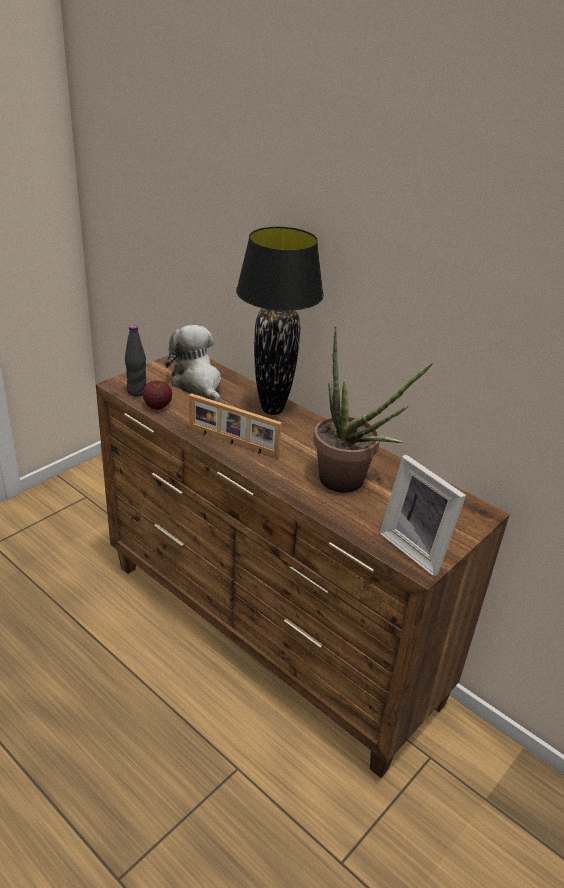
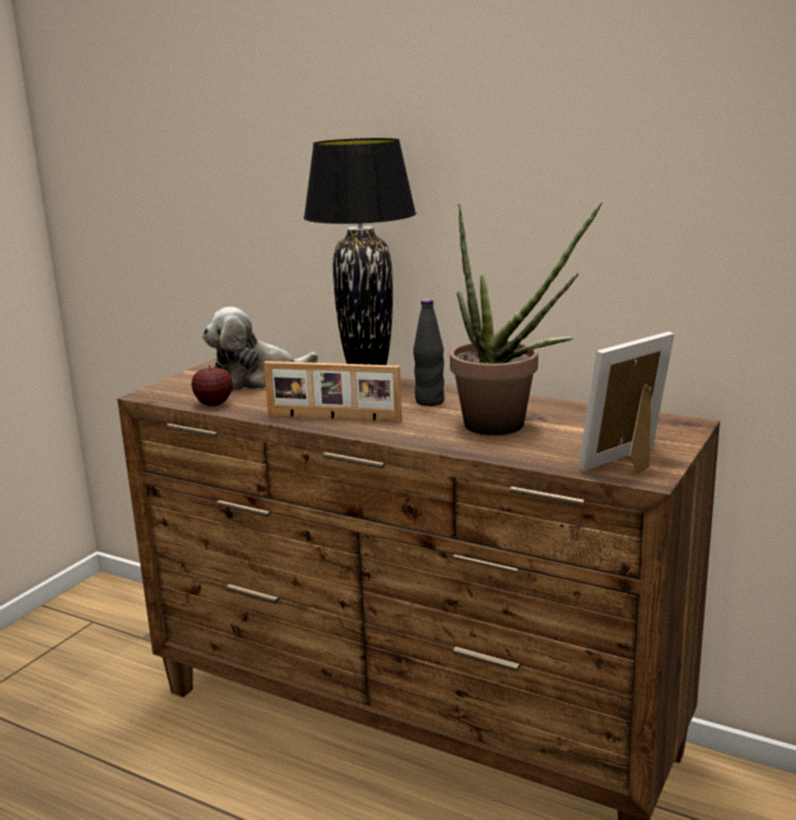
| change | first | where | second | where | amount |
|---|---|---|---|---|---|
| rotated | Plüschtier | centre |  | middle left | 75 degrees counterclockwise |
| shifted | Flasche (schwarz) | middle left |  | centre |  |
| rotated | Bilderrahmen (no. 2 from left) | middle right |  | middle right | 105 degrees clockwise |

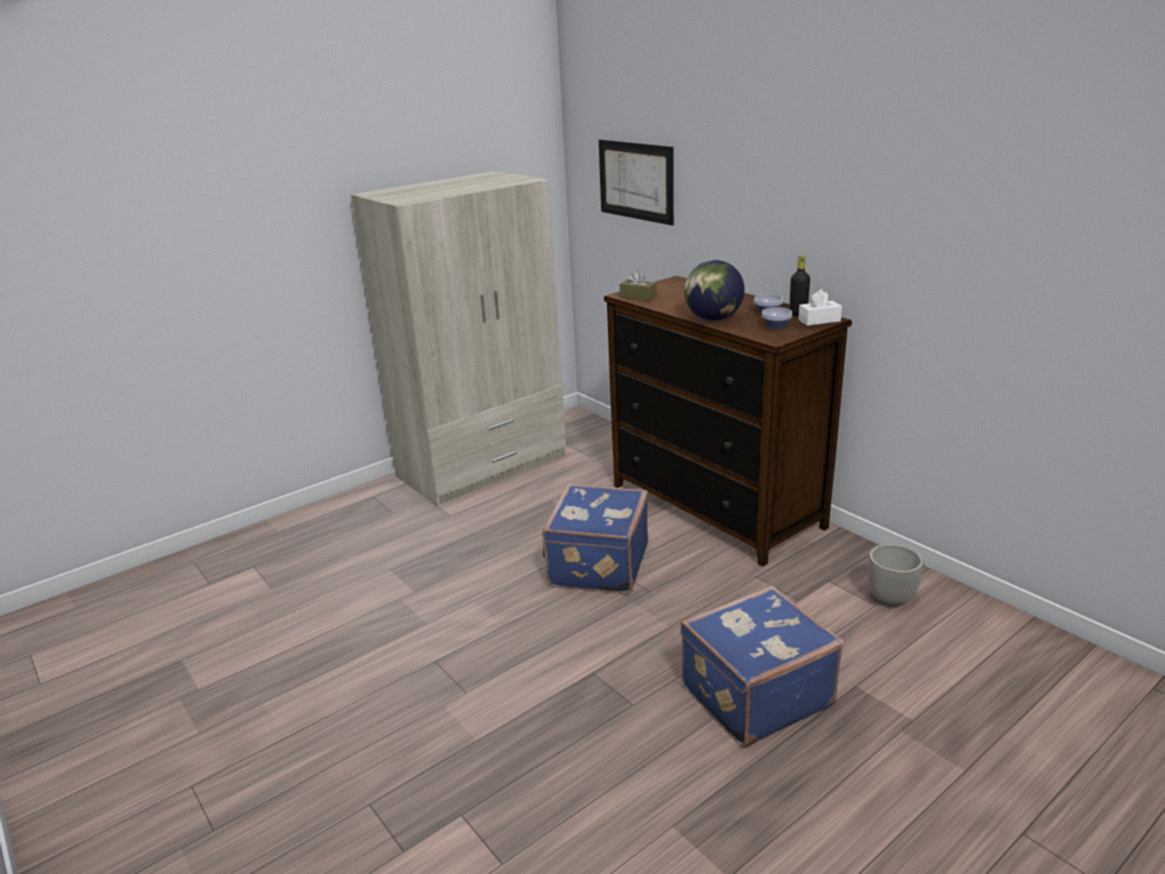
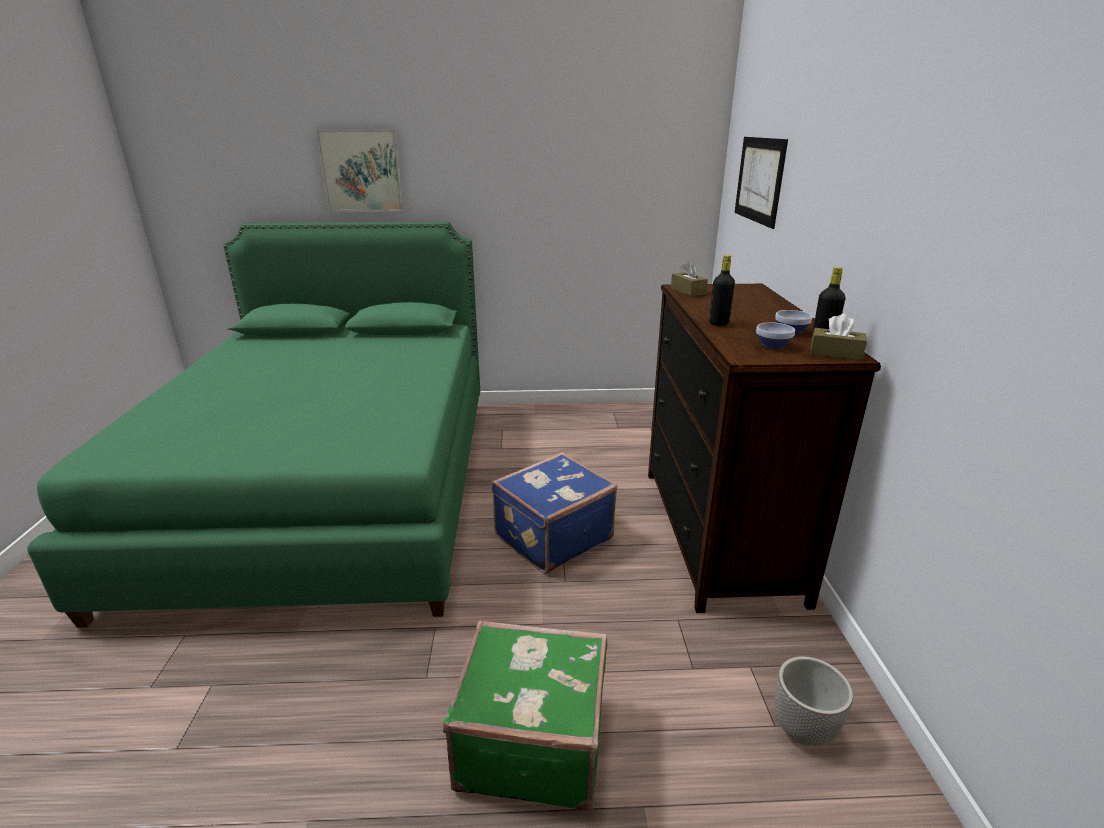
| change | first | where | second | where | amount |
|---|---|---|---|---|---|
| new |  |  | Bett (grün) | middle left |  |
| new |  |  | Bild (no. 1 from left) | top left |  |
| repainted | Koffer (blau) (no. 2 from left) | bottom centre | Koffer (grün) | bottom centre |  |
| swapped | Globus | top centre | Flasche (schwarz) (no. 1 from left) | centre |  |
| repainted | Taschentuchbox (weiß) | middle right | Taschentuchbox (braun) (no. 2 from left) | middle right |  |
| gone | Kleiderschrank (beige) | centre |  |  |  |

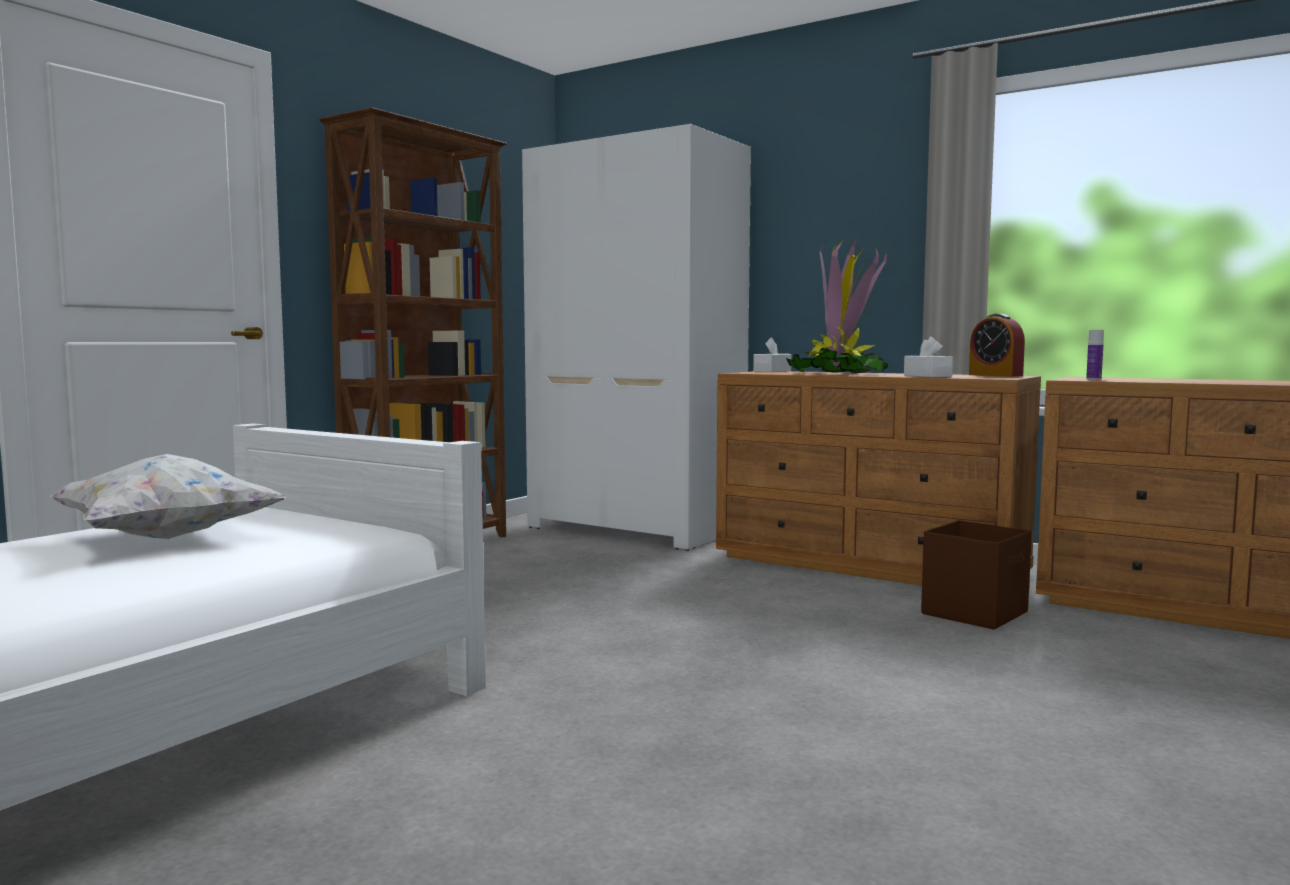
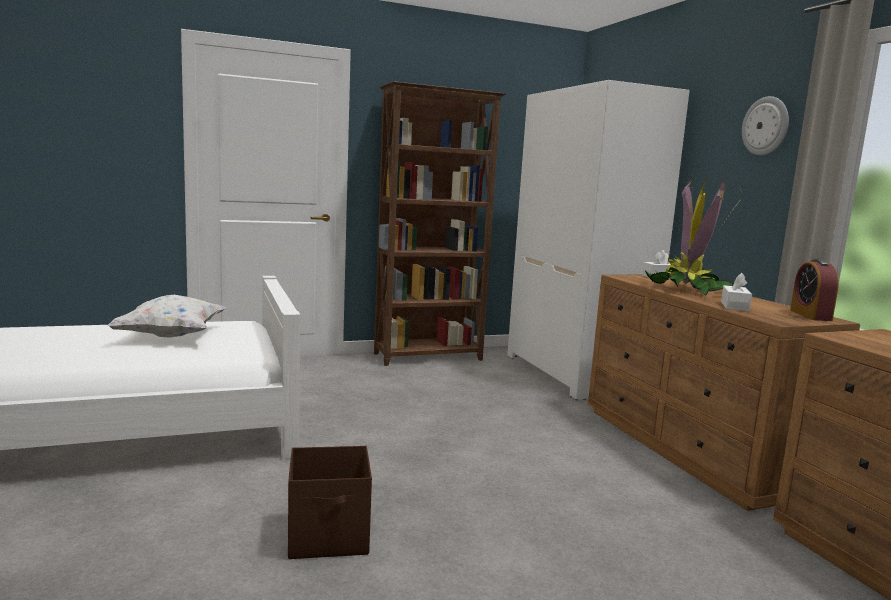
| change | first | where | second | where | amount |
|---|---|---|---|---|---|
| shifted | Aufbewahrungsbox (braun) | middle right |  | bottom centre |  |
| new |  |  | Wanduhr | top right |  |
| gone | Flasche | middle right |  |  |  |

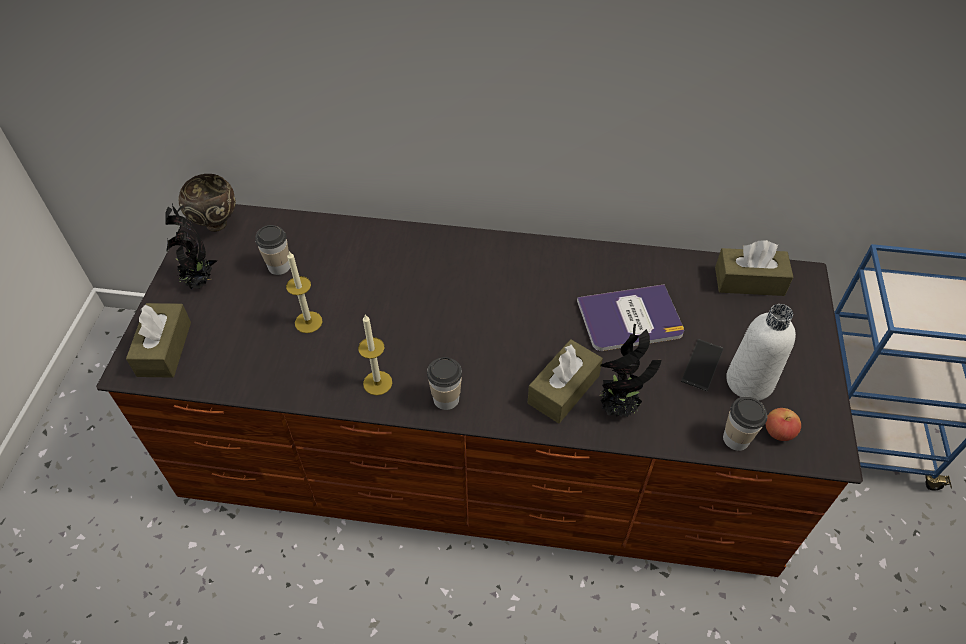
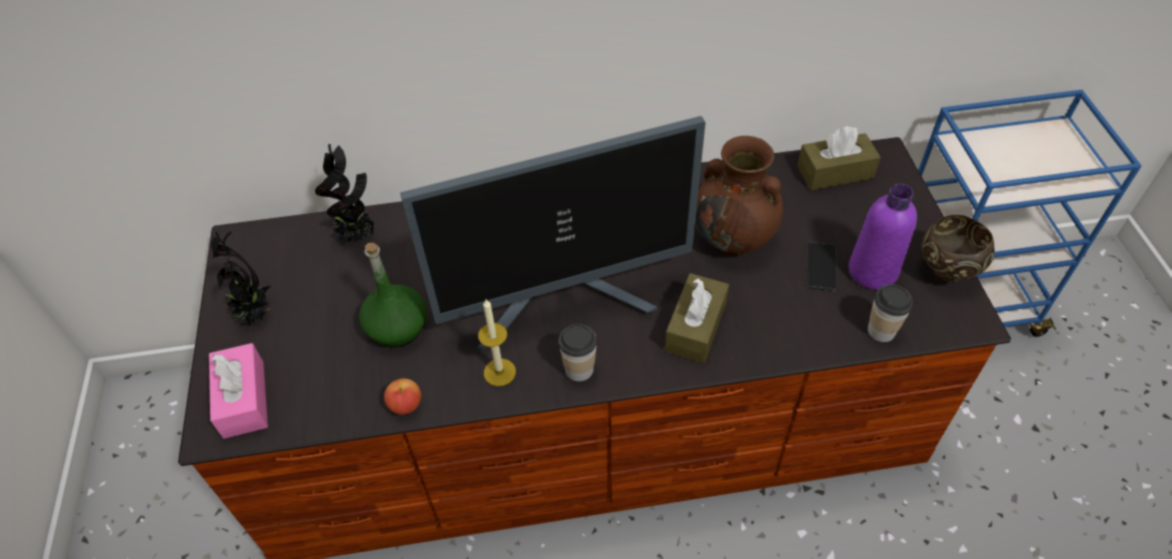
| change | first | where | second | where | amount |
|---|---|---|---|---|---|
| repainted | Taschentuchbox (braun) (no. 1 from left) | middle left | Taschentuchbox (rosa) | bottom left |  |
| shifted | Topfpflanze (no. 2 from left) | centre |  | middle left |  |
| swapped | Kerze (no. 1 from left) | middle left | Flasche (grün) | centre |  |
| shifted | Apfel | middle right |  | bottom centre |  |
| new |  |  | Monitor | centre |  |
| swapped | Buch | centre | Vase (braun) | centre |  |
| repainted | Flasche (weiß) | middle right | Flasche (lila) | middle right |  |
| shifted | Schüssel (braun) | top left |  | middle right |  |
| gone | Tasse (no. 1 from left) | middle left |  |  |  |

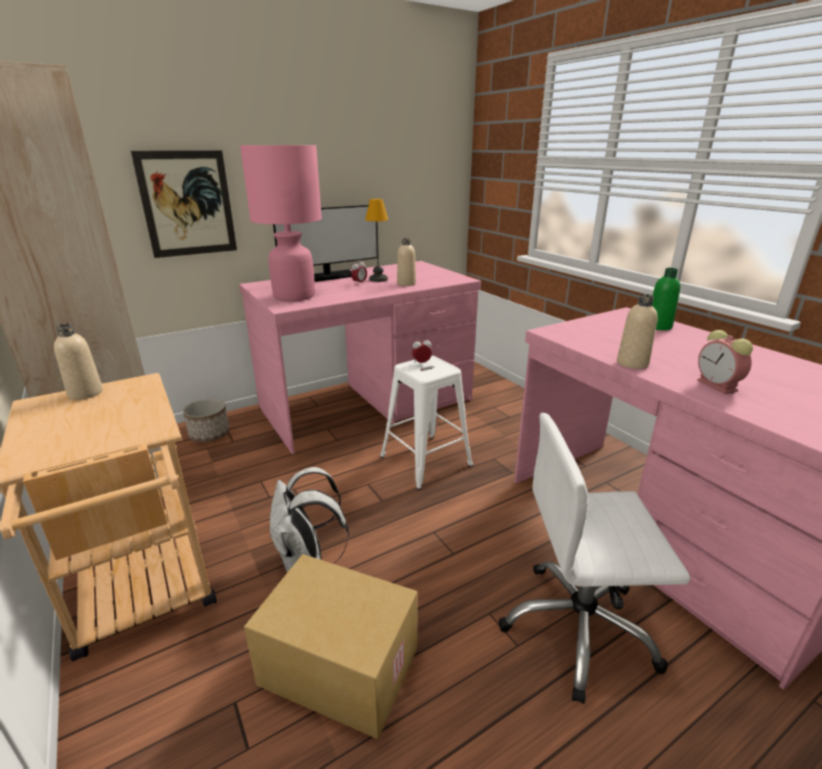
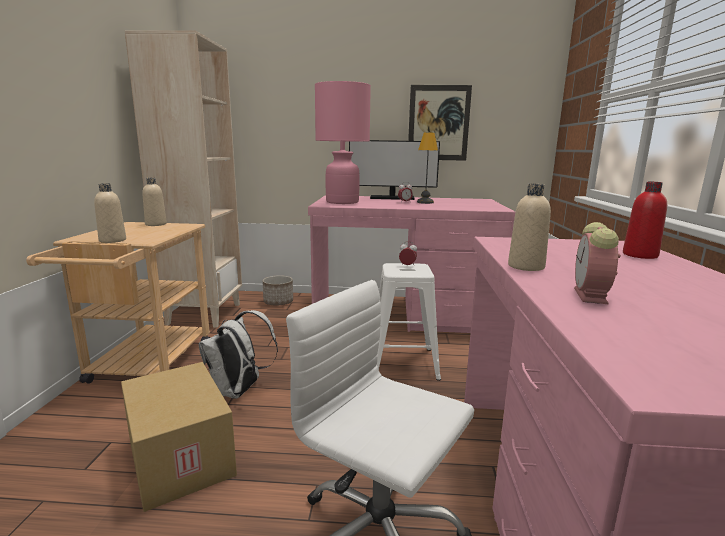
| change | first | where | second | where | amount |
|---|---|---|---|---|---|
| shifted | Flasche (beige) (no. 2 from left in the first image) | centre | Flasche (beige) (no. 1 from left) | middle left |  |
| shifted | Bild | top left |  | top centre |  |
| repainted | Flasche (grün) | middle right | Flasche (rot) | middle right |  |

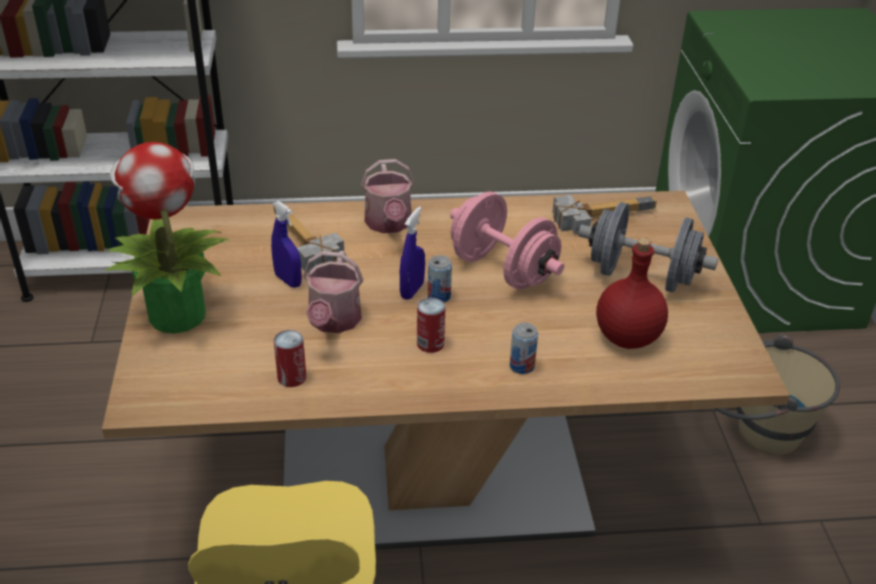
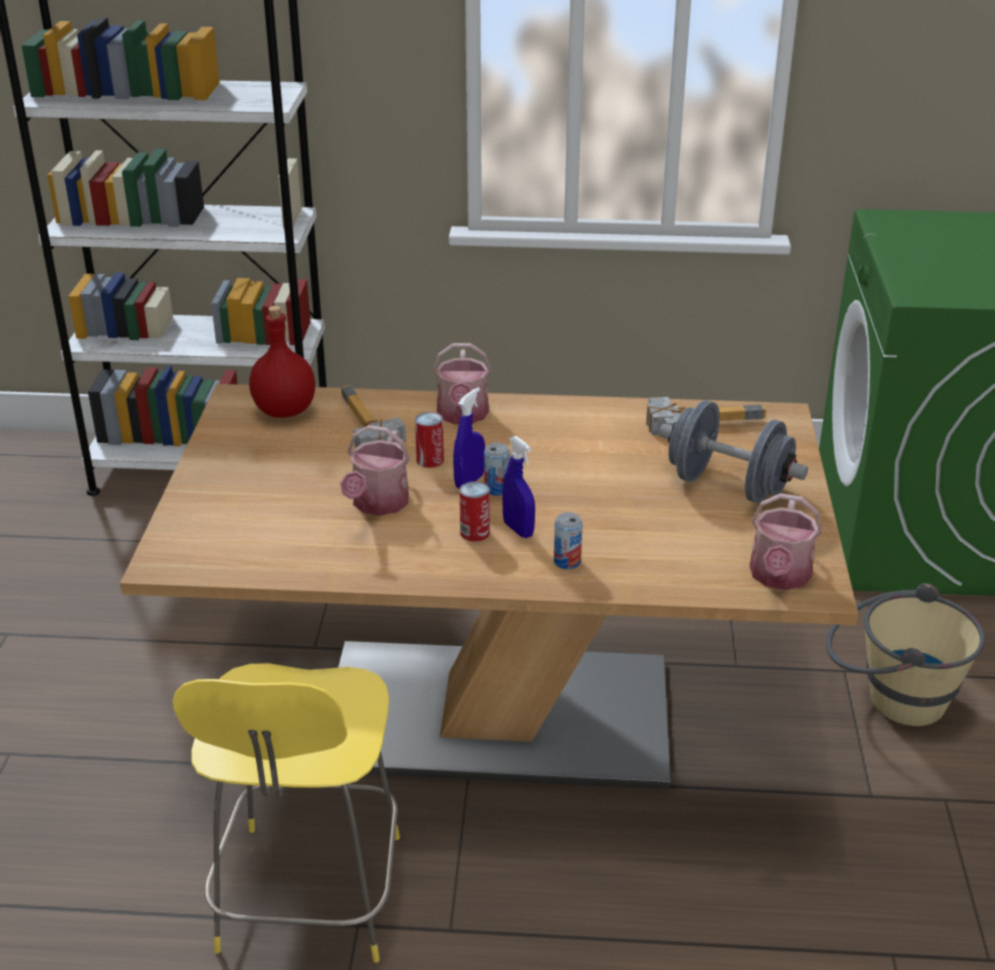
| change | first | where | second | where | amount |
|---|---|---|---|---|---|
| shifted | Flasche (rot) | middle right |  | middle left |  |
| shifted | Dose (no. 1 from left) | middle left |  | centre |  |
| shifted | Sprühflasche (blau) (no. 1 from left in the first image) | middle left | Sprühflasche (blau) (no. 2 from left) | centre |  |
| new |  |  | Gießkanne (no. 3 from left) | middle right |  |
| gone | Topfpflanze | middle left |  |  |  |
| gone | Hantel (rosa) | centre |  |  |  |

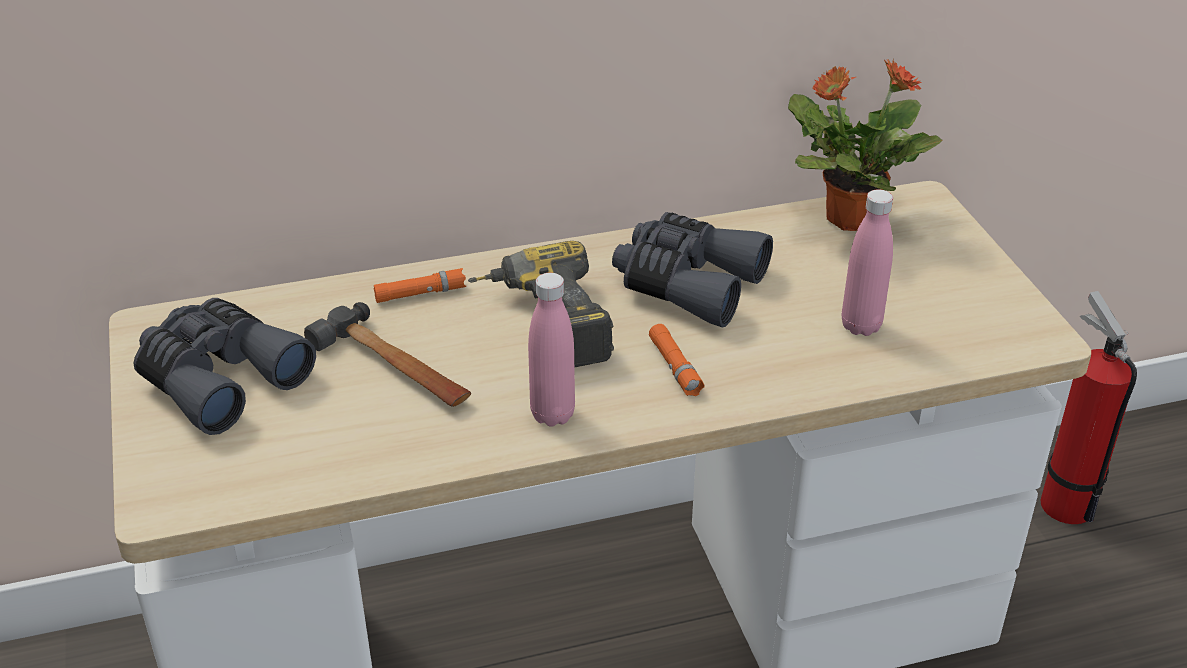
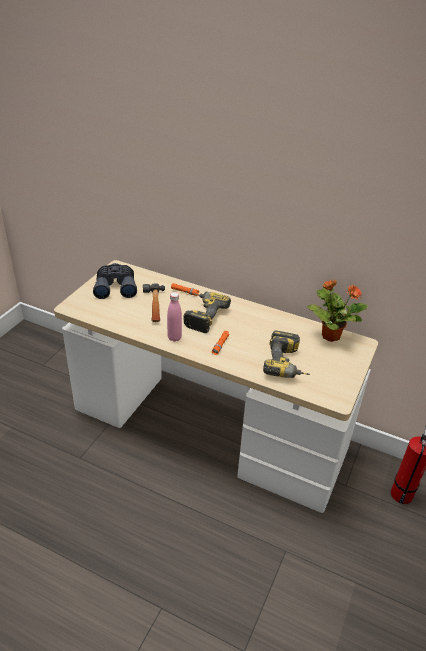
| change | first | where | second | where | amount |
|---|---|---|---|---|---|
| swapped | Flasche (rosa) (no. 2 from left) | middle right | Bohrmaschine (no. 2 from left) | middle right |  |
| gone | Fernglas (grau) (no. 2 from left) | centre |  |  |  |

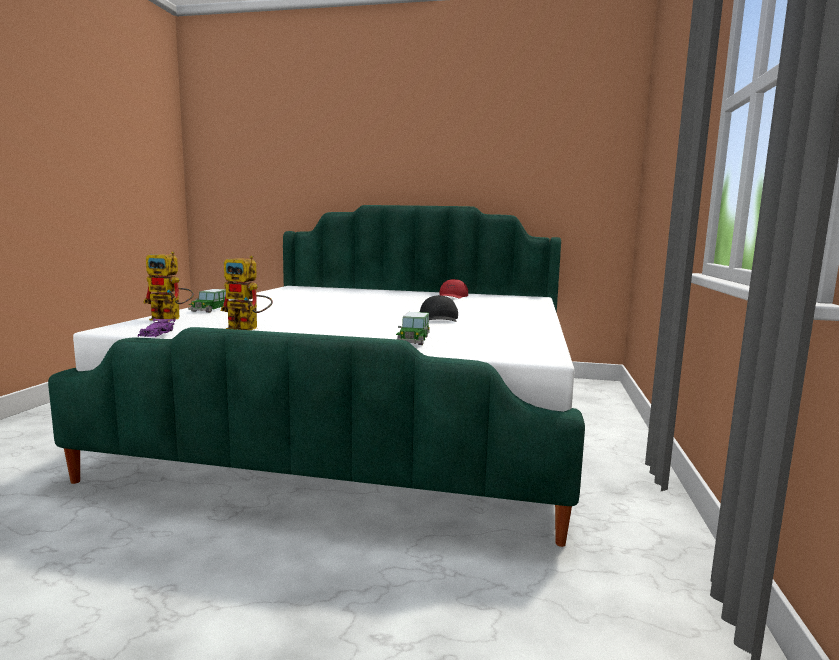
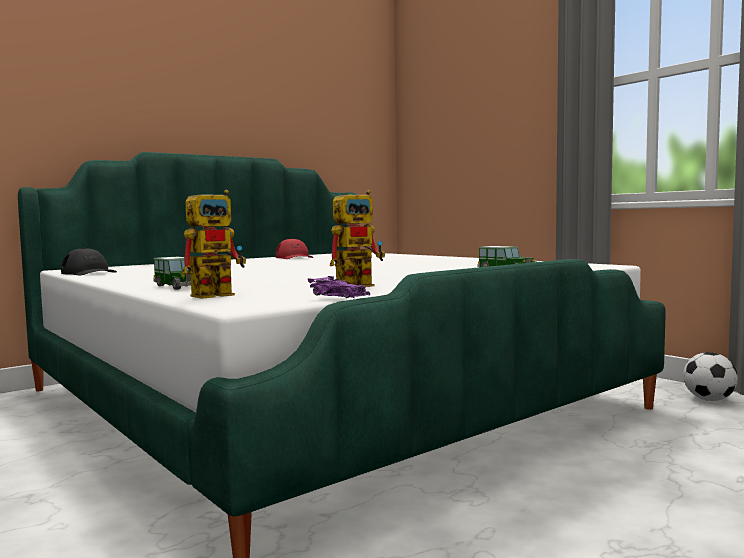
| change | first | where | second | where | amount |
|---|---|---|---|---|---|
| shifted | Kappe (schwarz) | centre |  | middle left |  |
| new |  |  | Fußball | bottom right |  |

